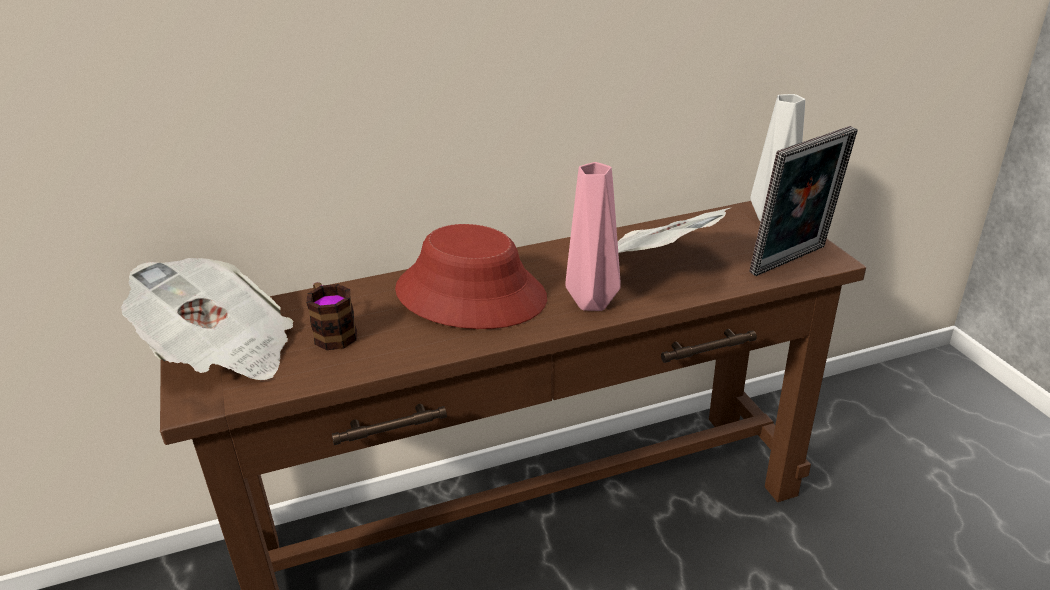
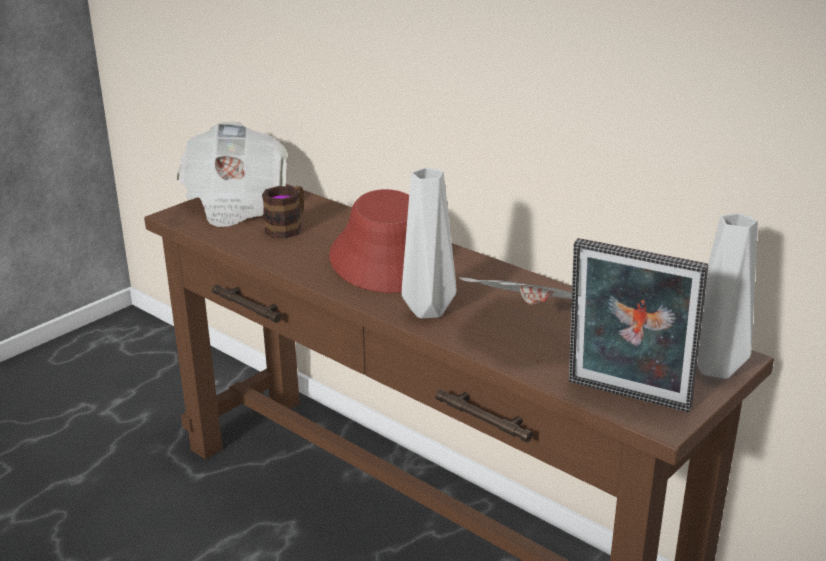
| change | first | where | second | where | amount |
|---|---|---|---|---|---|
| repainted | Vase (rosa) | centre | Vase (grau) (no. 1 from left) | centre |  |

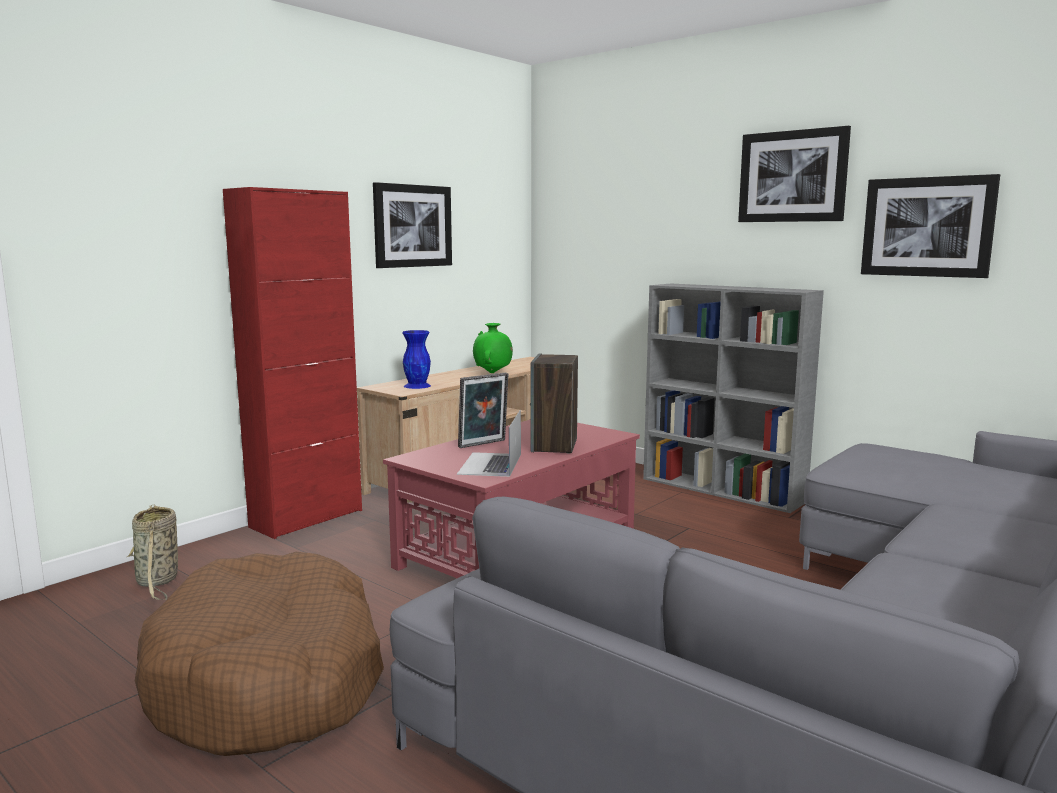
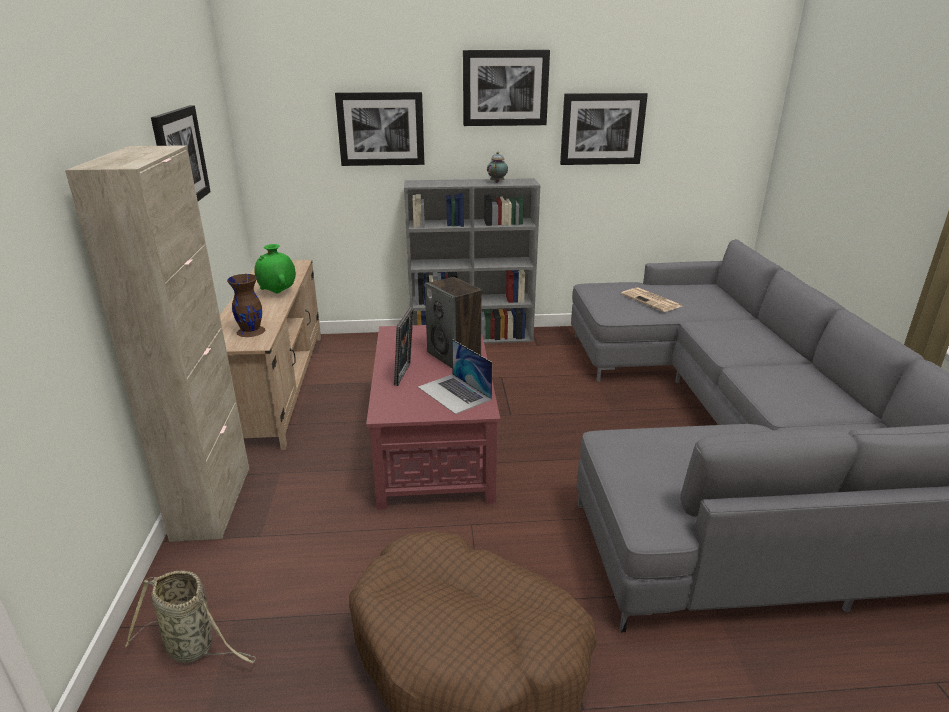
| change | first | where | second | where | amount |
|---|---|---|---|---|---|
| repainted | Schrank (rot) | middle left | Schrank (beige) | middle left |  |
| repainted | Vase (blau) | centre | Vase (braun) | middle left |  |
| new |  |  | Bild (no. 2 from left) | top centre |  |
| new |  |  | Teekanne | top centre |  |
| new |  |  | Zeitung | middle right |  |

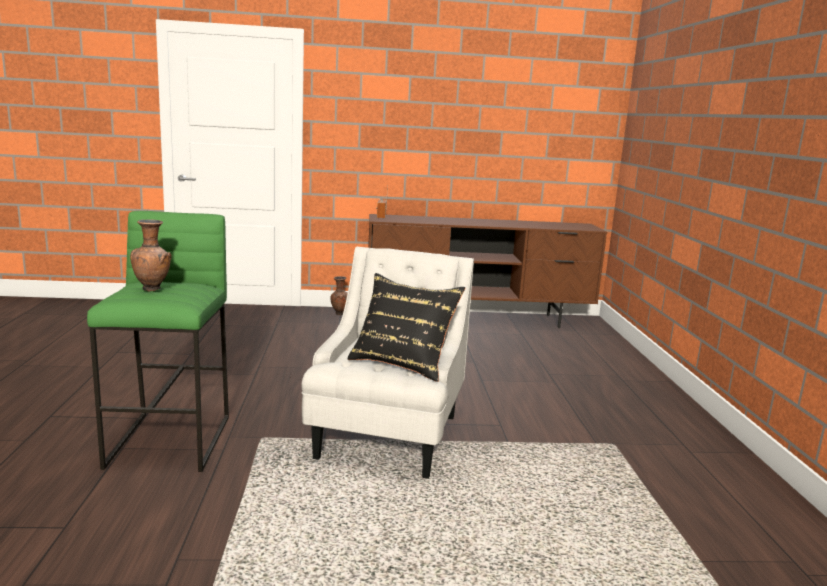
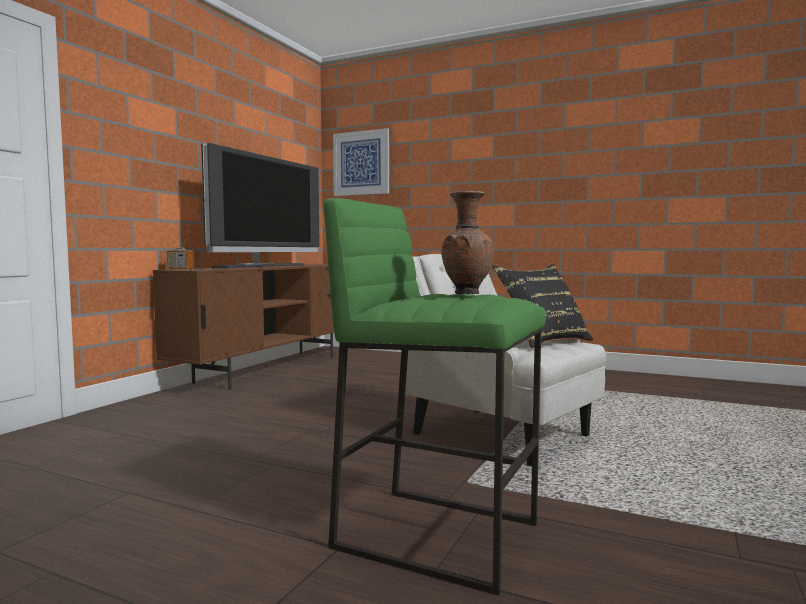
| change | first | where | second | where | amount |
|---|---|---|---|---|---|
| new |  |  | Fernseher | middle left |  |
| new |  |  | Bild | top centre |  |
| gone | Vase (braun) (no. 2 from left) | centre |  |  |  |

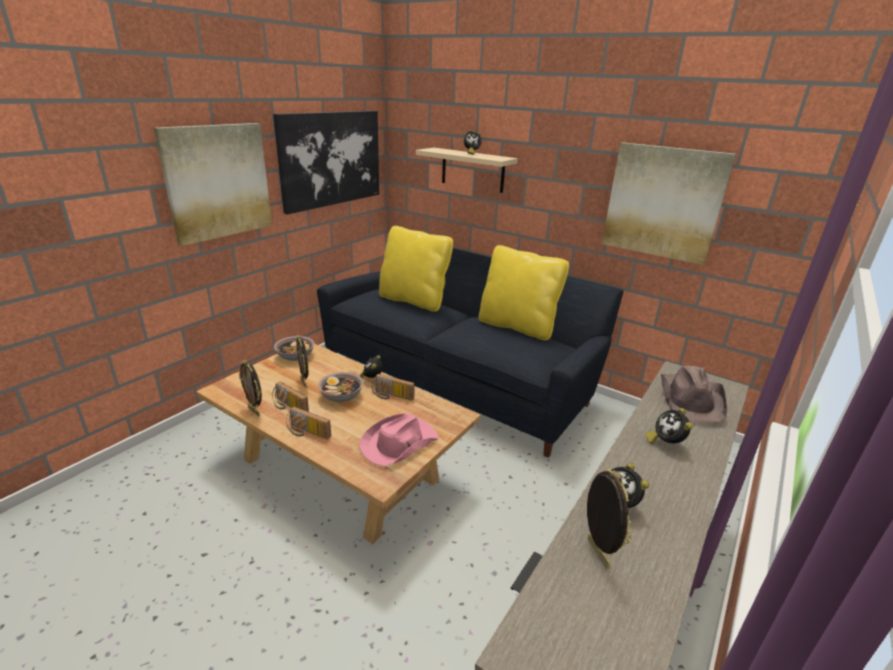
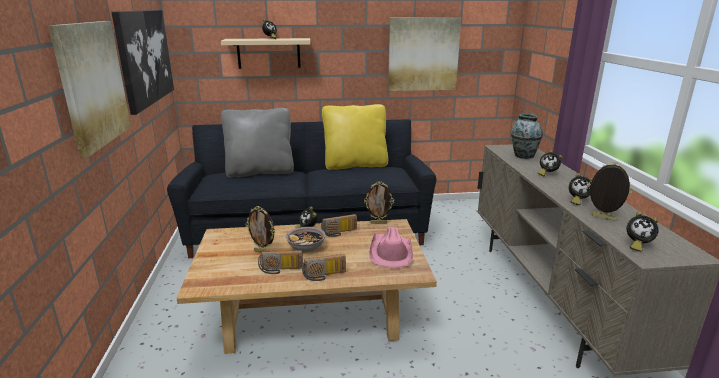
| change | first | where | second | where | amount |
|---|---|---|---|---|---|
| repainted | Kissen (gelb) (no. 1 from left) | centre | Kissen (grau) | centre |  |
| shifted | Bilderrahmen (no. 1 from left in the first image) | middle left | Bilderrahmen (no. 2 from left) | centre |  |
| swapped | Hut (braun) | middle right | Vase | middle right |  |
| new |  |  | Wecker (no. 5 from left) | middle right |  |
| gone | Schüssel (no. 1 from left) | middle left |  |  |  |

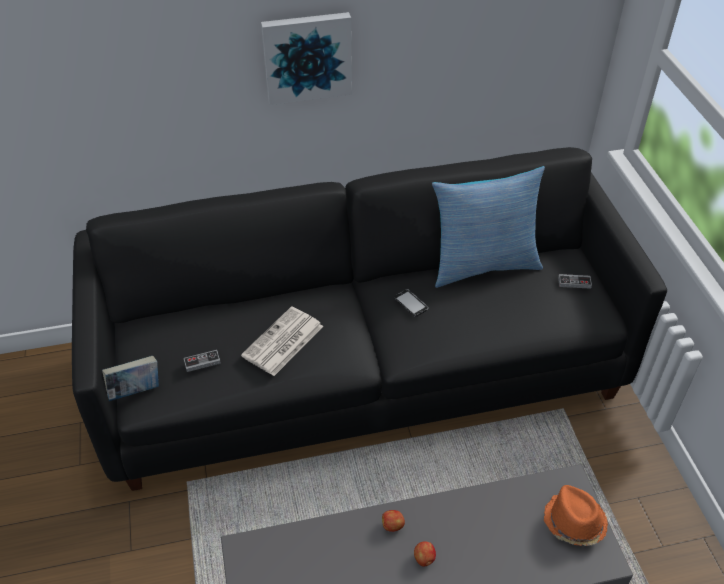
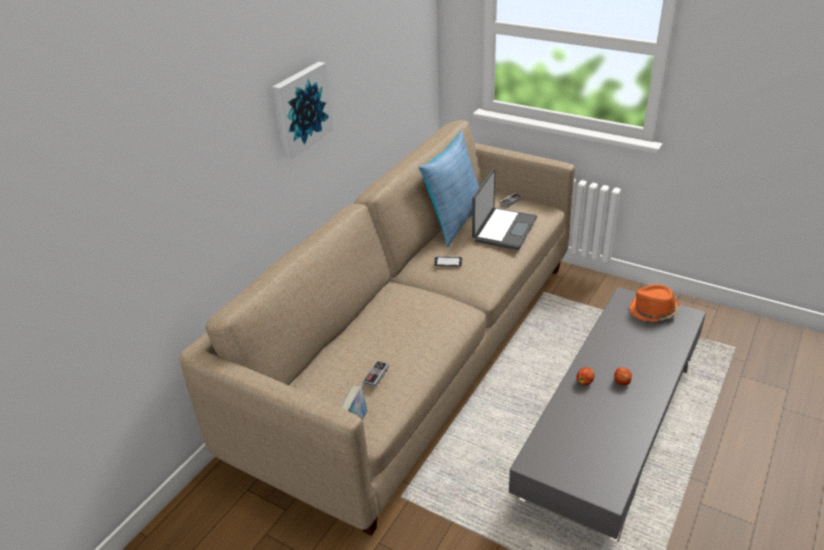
| change | first | where | second | where | amount |
|---|---|---|---|---|---|
| repainted | Sofa (schwarz) | centre | Sofa (beige) | centre |  |
| new |  |  | Laptop | centre |  |
| gone | Zeitung | centre |  |  |  |

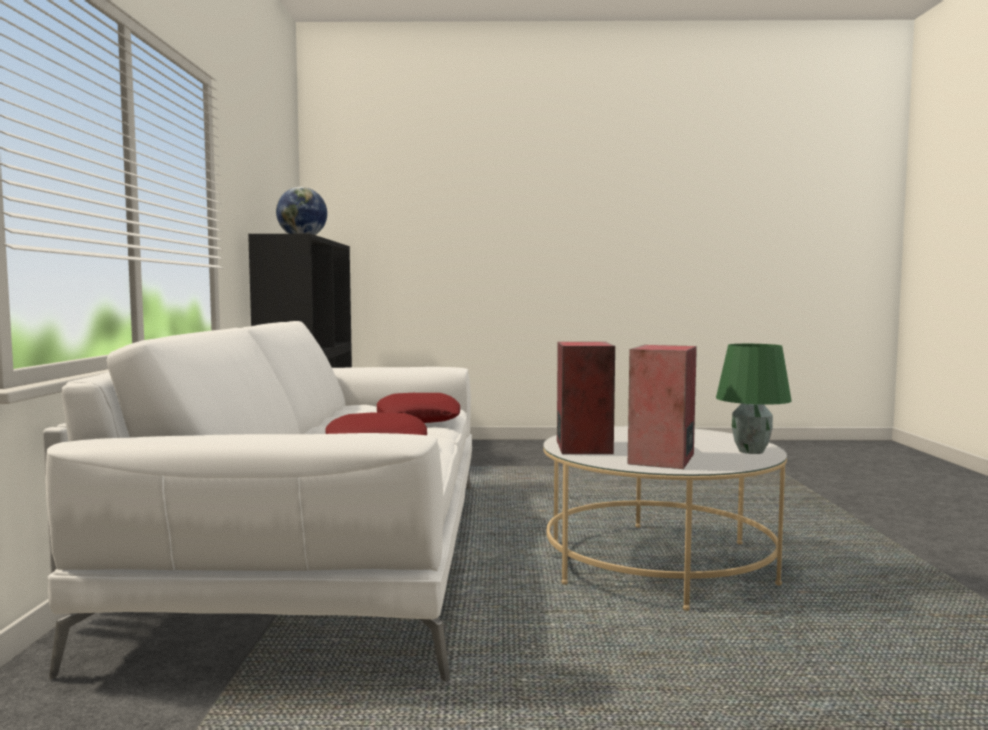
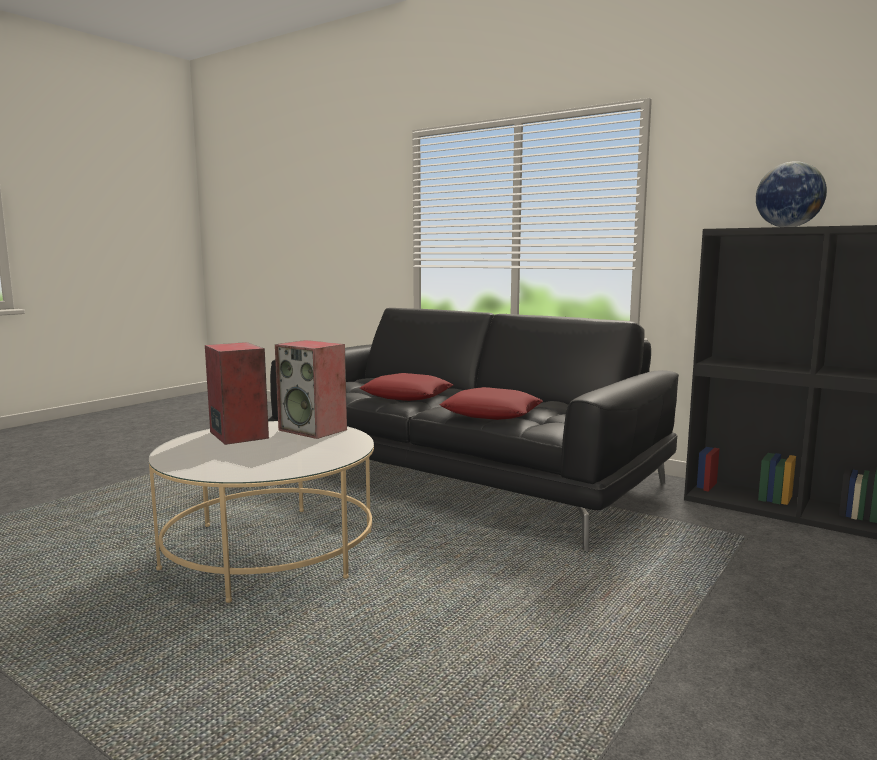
| change | first | where | second | where | amount |
|---|---|---|---|---|---|
| repainted | Sofa (weiß) | bottom left | Sofa (schwarz) | centre |  |
| gone | Tischlampe (grün) | middle right |  |  |  |

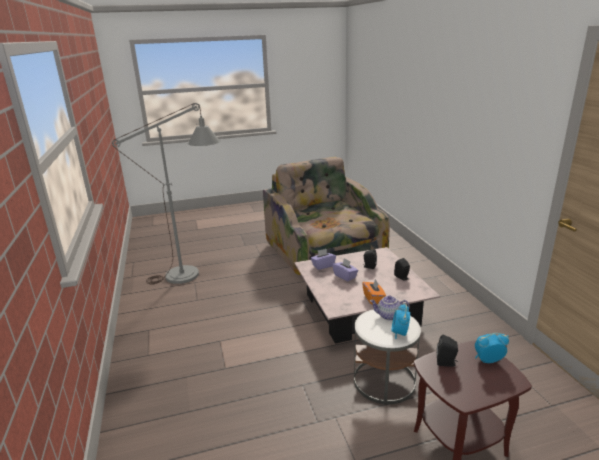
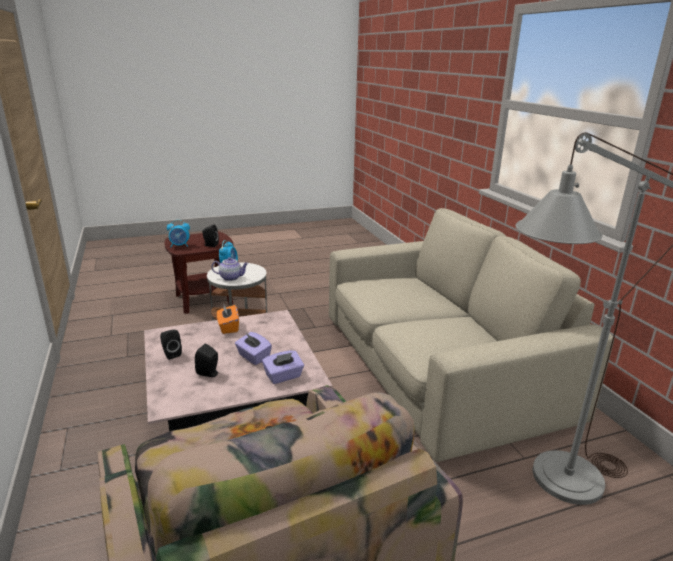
| change | first | where | second | where | amount |
|---|---|---|---|---|---|
| new |  |  | Sofa (beige) | middle right |  |

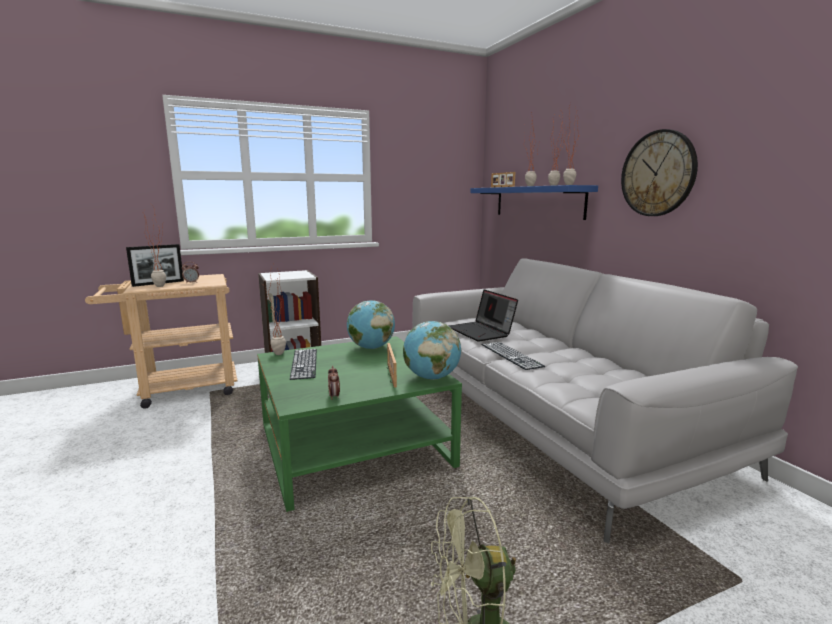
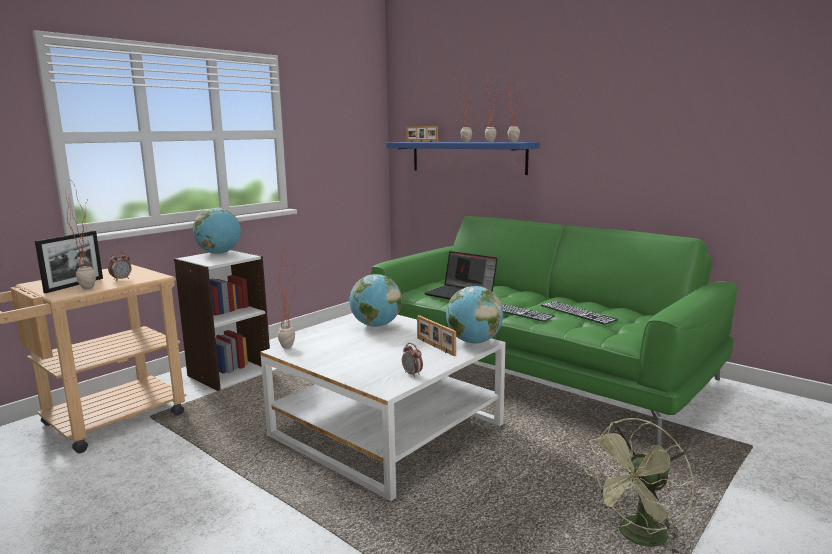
| change | first | where | second | where | amount |
|---|---|---|---|---|---|
| new |  |  | Globus (no. 1 from left) | middle left |  |
| repainted | Couchtisch (grün) | bottom centre | Couchtisch (weiß) | bottom centre |  |
| repainted | Sofa (grau) | middle right | Sofa (grün) | centre |  |
| shifted | Tastatur (no. 1 from left in the first image) | centre | Tastatur (no. 2 from left) | middle right |  |
| gone | Wanduhr | top right |  |  |  |

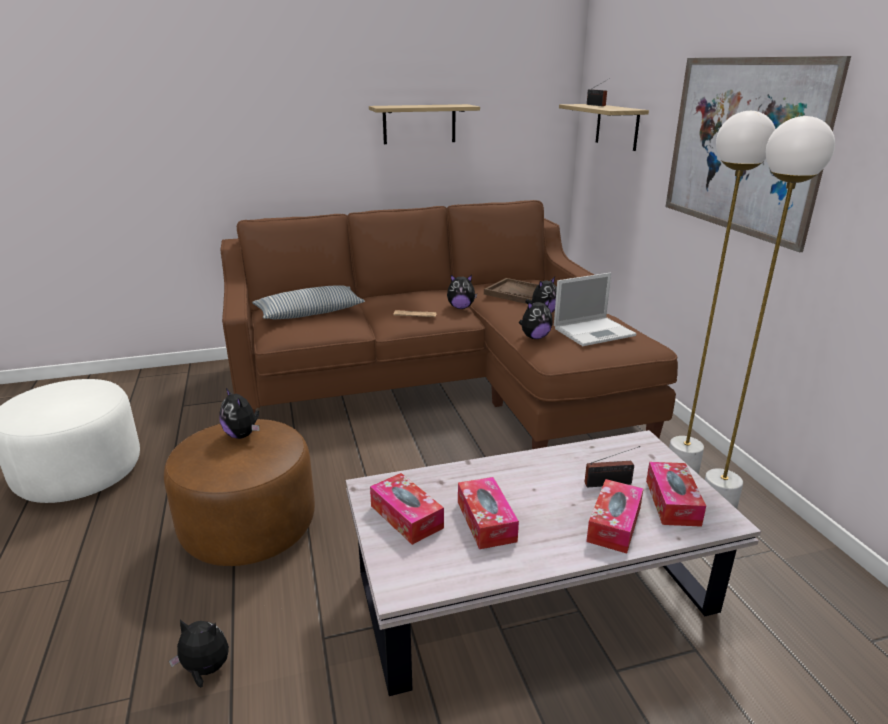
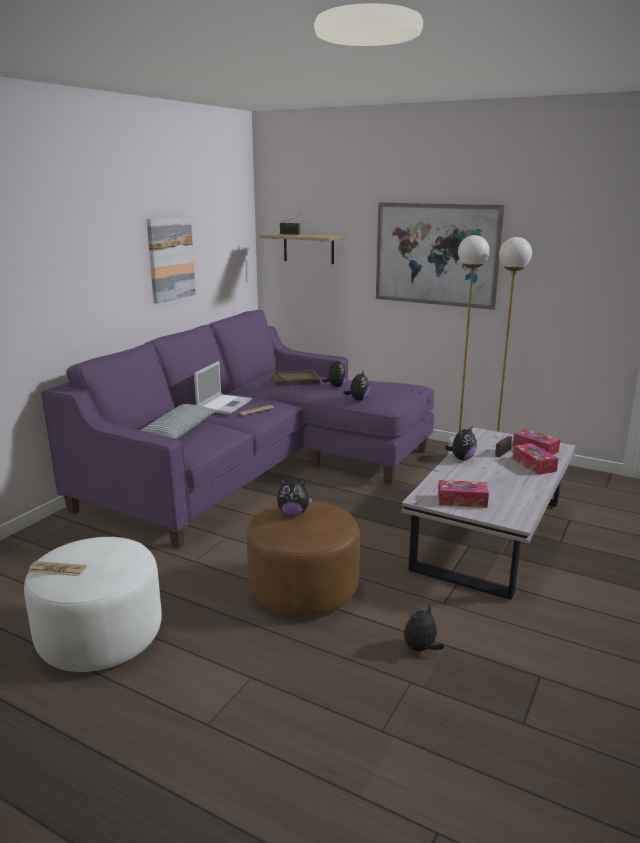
| change | first | where | second | where | amount |
|---|---|---|---|---|---|
| new |  |  | Zeitung (no. 1 from left) | bottom left |  |
| repainted | Sofa (braun) | centre | Sofa (lila) | centre |  |
| swapped | Wandregal (no. 1 from left) | top centre | Bild (no. 1 from left) | top left |  |
| shifted | Laptop | middle right |  | centre |  |
| shifted | Plüschtier (no. 3 from left in the first image) | centre | Plüschtier (no. 5 from left) | middle right |  |
| gone | Taschentuchbox (no. 2 from left) | bottom centre |  |  |  |

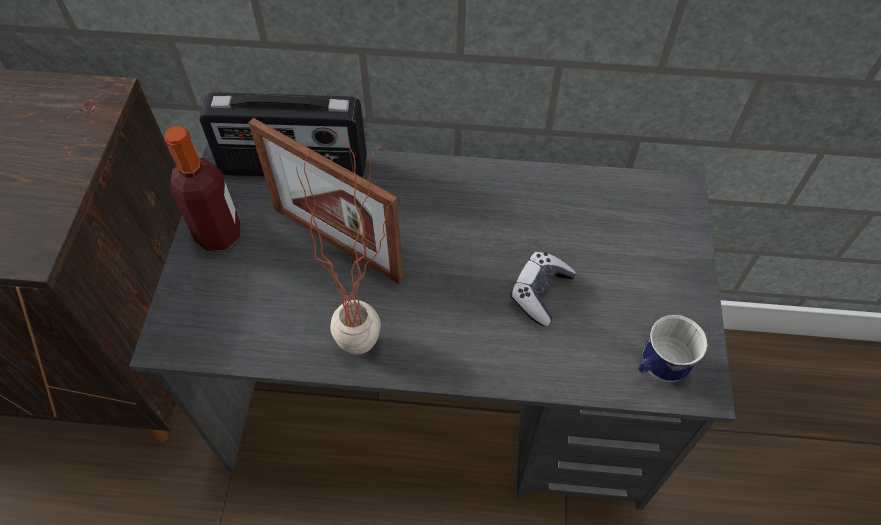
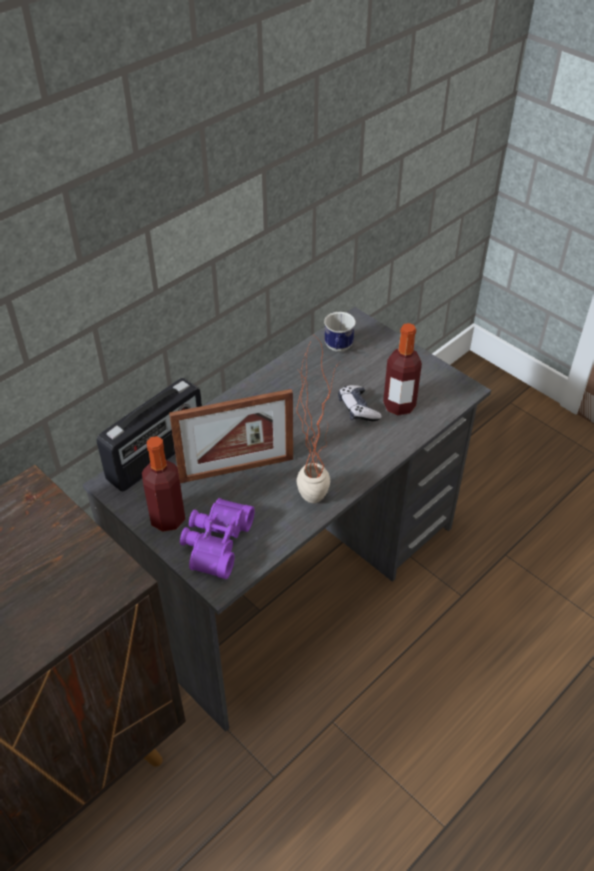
| change | first | where | second | where | amount |
|---|---|---|---|---|---|
| new |  |  | Fernglas (lila) | centre |  |
| shifted | Henkelbecher | middle right |  | centre |  |
| new |  |  | Flasche (no. 2 from left) | middle right |  |

